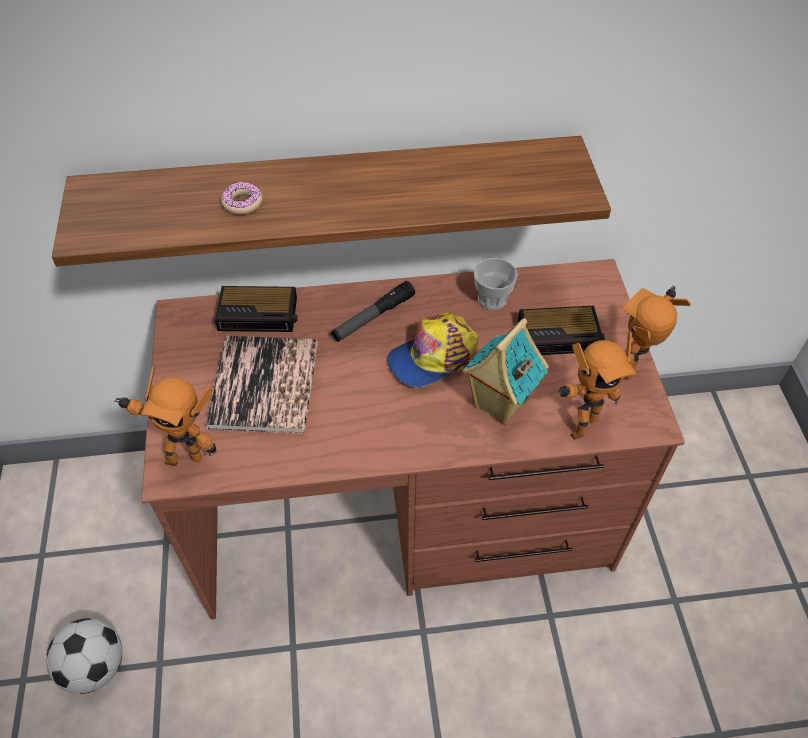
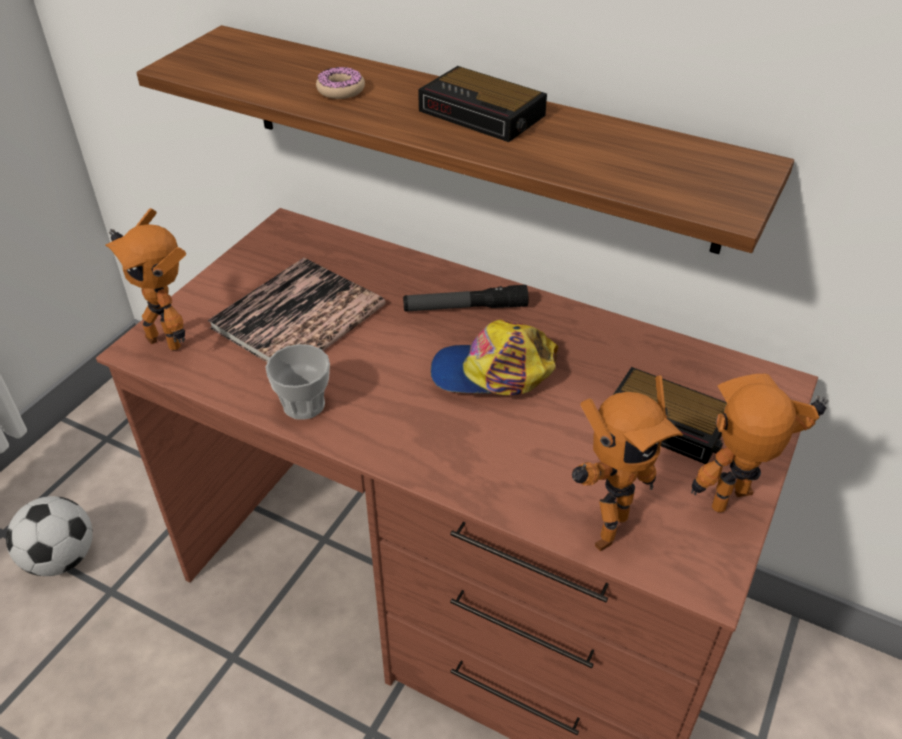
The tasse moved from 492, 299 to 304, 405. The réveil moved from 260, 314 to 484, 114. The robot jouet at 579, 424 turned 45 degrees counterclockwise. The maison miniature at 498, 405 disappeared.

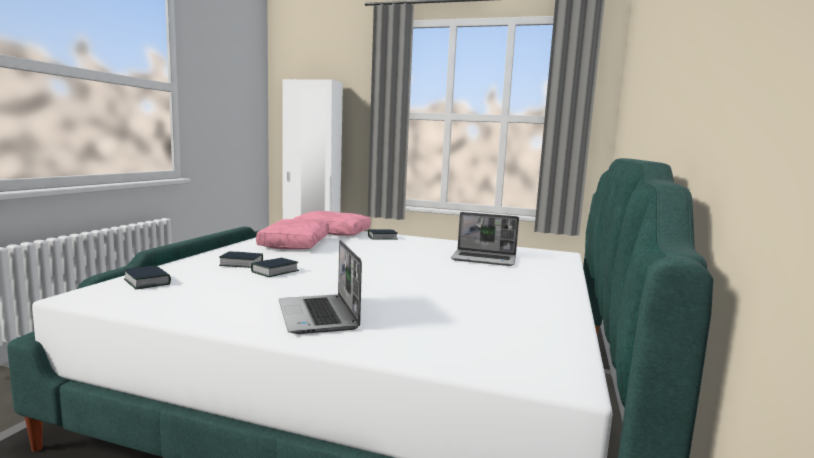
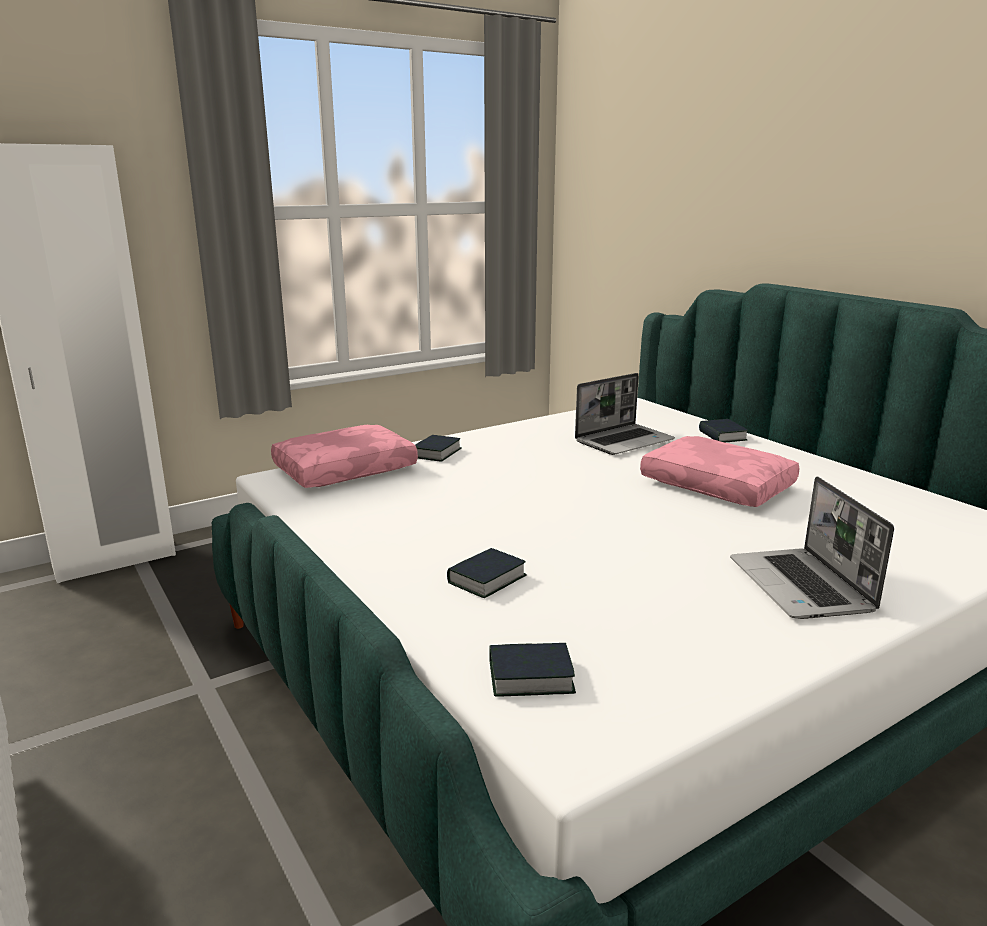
The coussin (rose) moved from 296, 244 to 719, 485. The livre moved from 275, 271 to 722, 436. The ordinateur portable at 319, 316 turned 60 degrees clockwise.

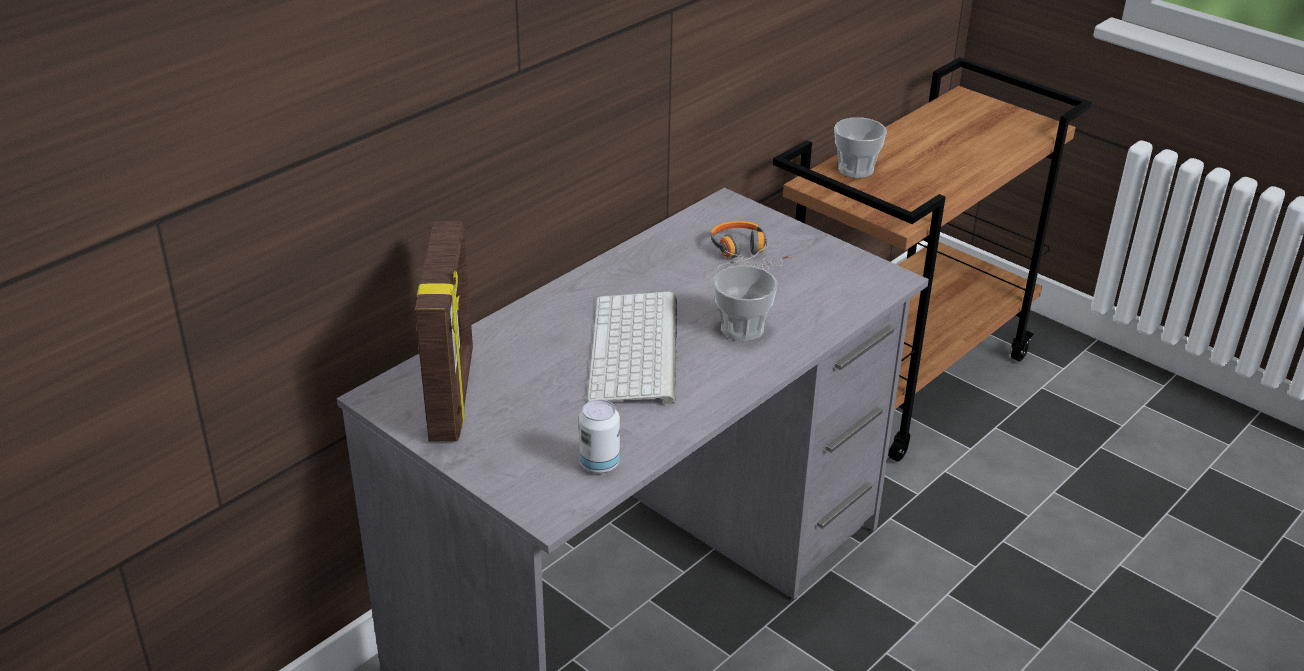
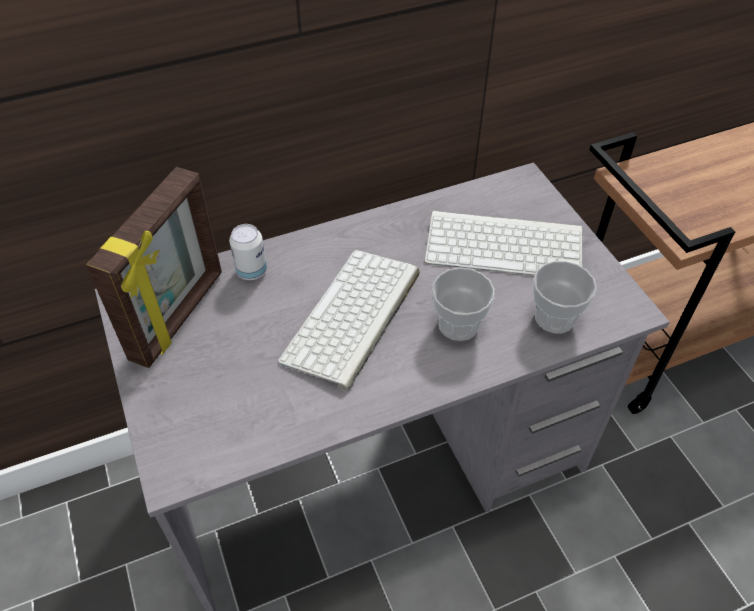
The boîte métallique moved from 599, 464 to 252, 271. The casque audio at 744, 258 was replaced by the clavier at 506, 244. The tasse moved from 855, 169 to 554, 317.

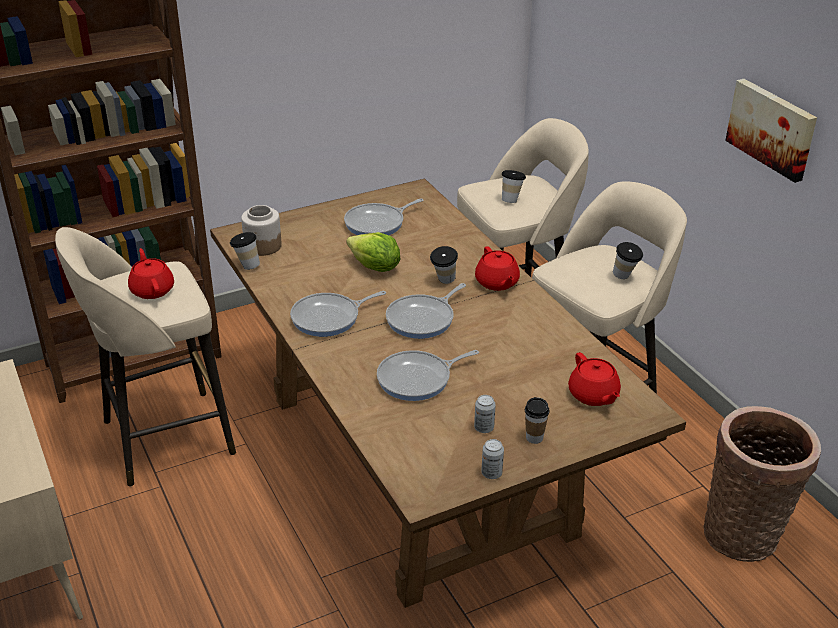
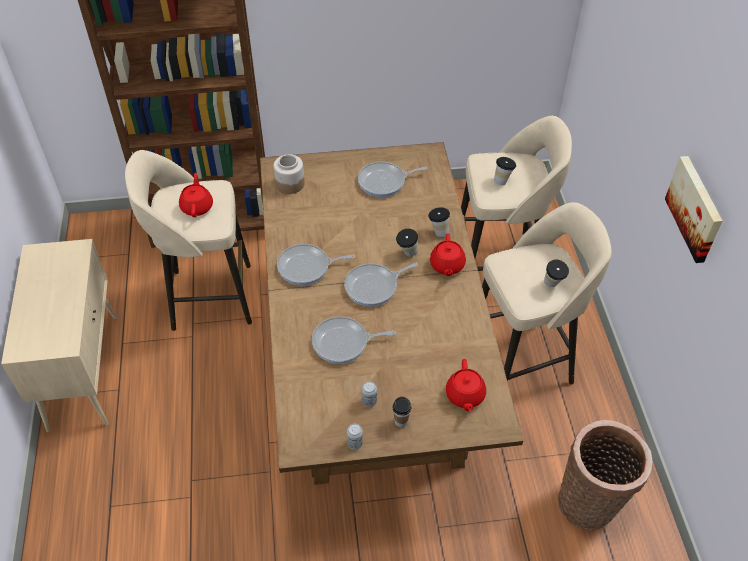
The tasse moved from 246, 265 to 438, 231. The laitue at 375, 267 disappeared.

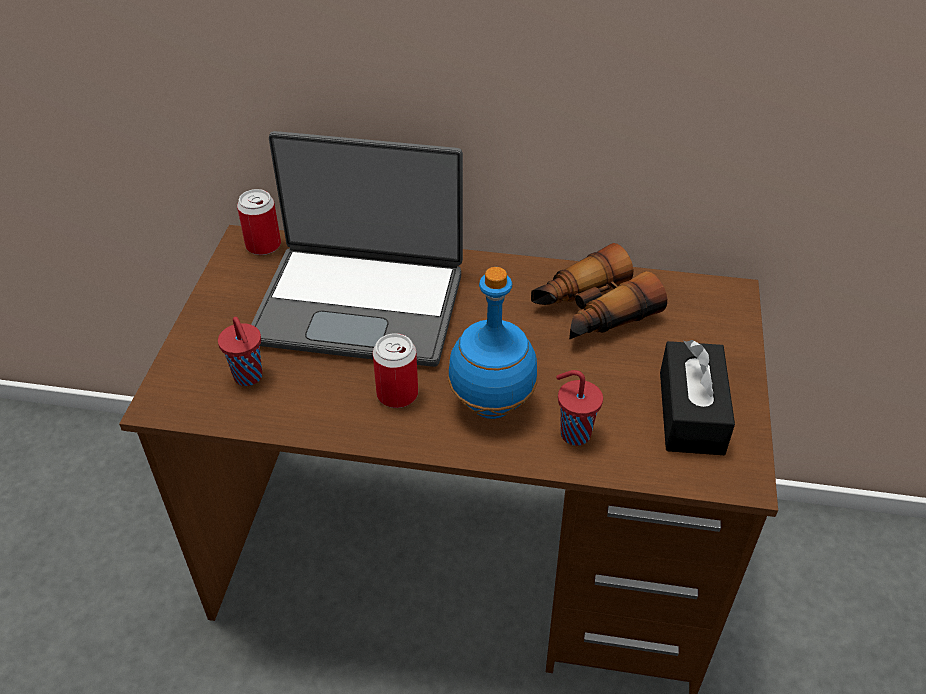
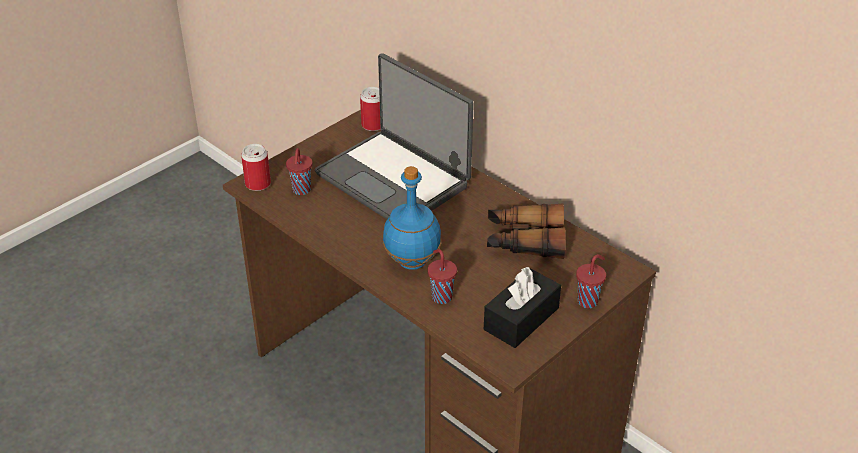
The boîte métallique moved from 397, 394 to 258, 184. The tasse (rouge) at 588, 301 appeared.

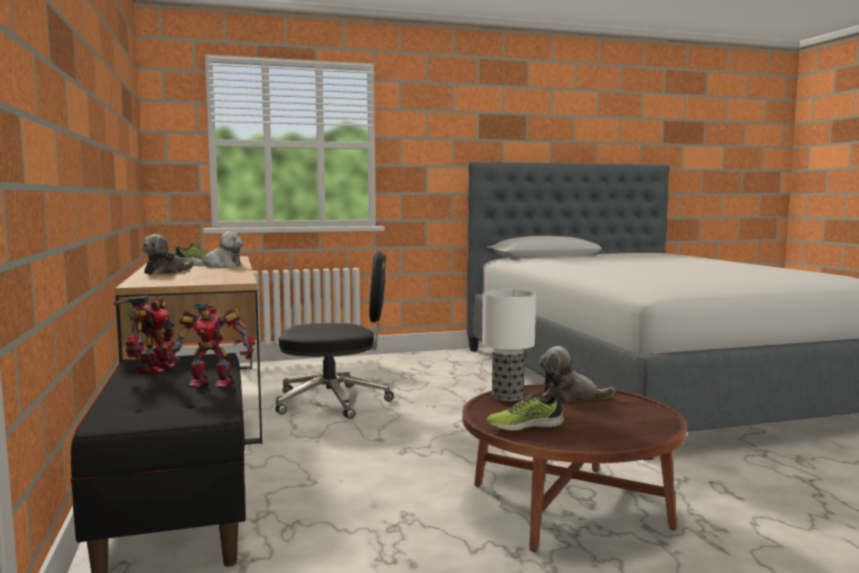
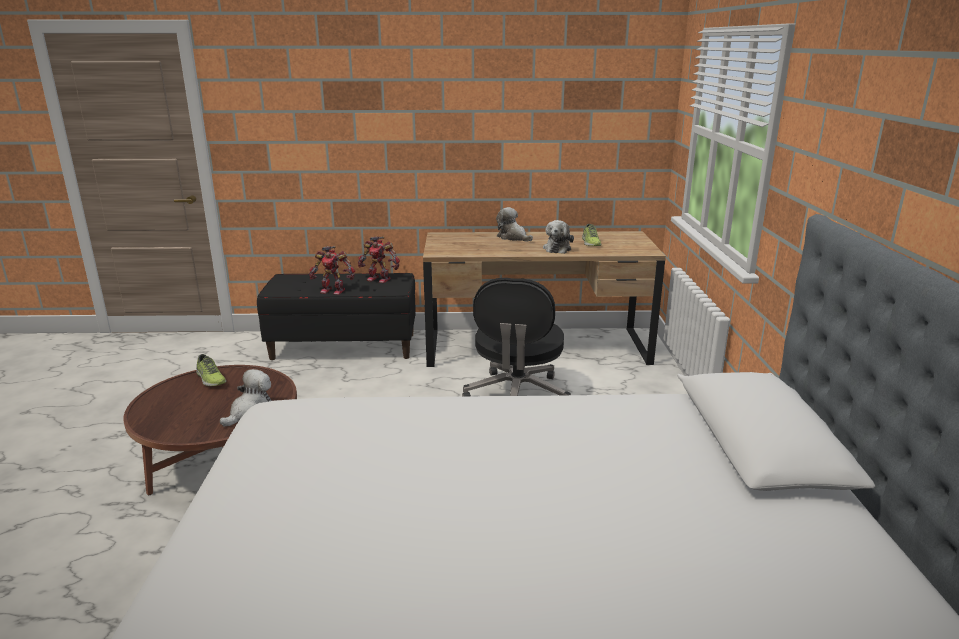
The chaussure at 524, 425 turned 135 degrees clockwise. The robot jouet at 211, 382 turned 90 degrees counterclockwise. The lampe de table at 507, 396 disappeared.

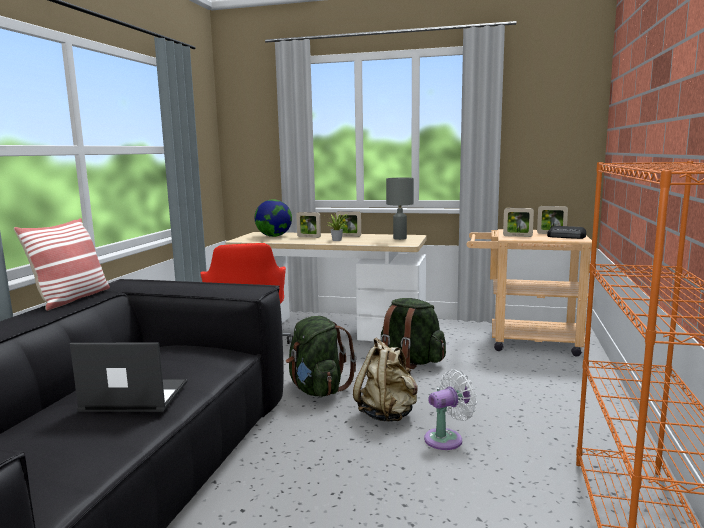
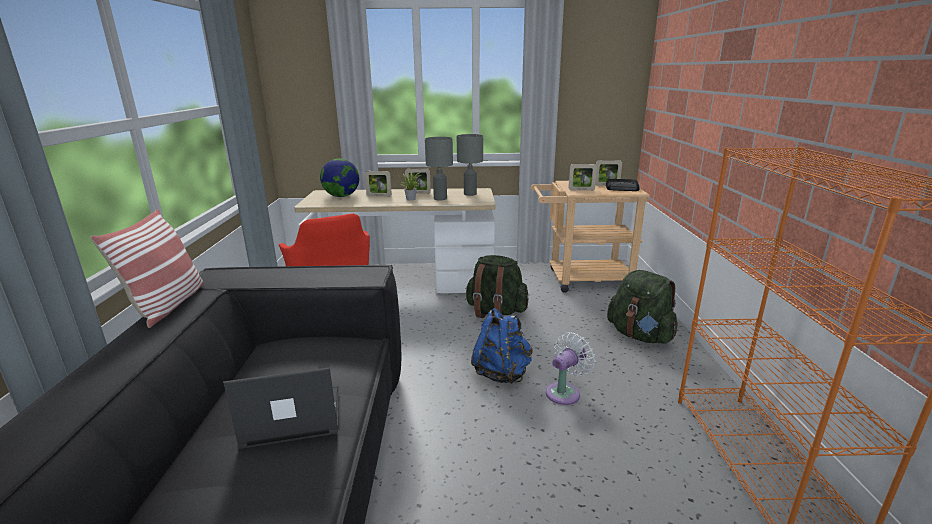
The lampe de table (gris) at 440, 198 appeared. The sac à dos (beige) at 387, 414 became the sac à dos (bleu) at 502, 373. The sac à dos (vert) moved from 317, 389 to 640, 335.

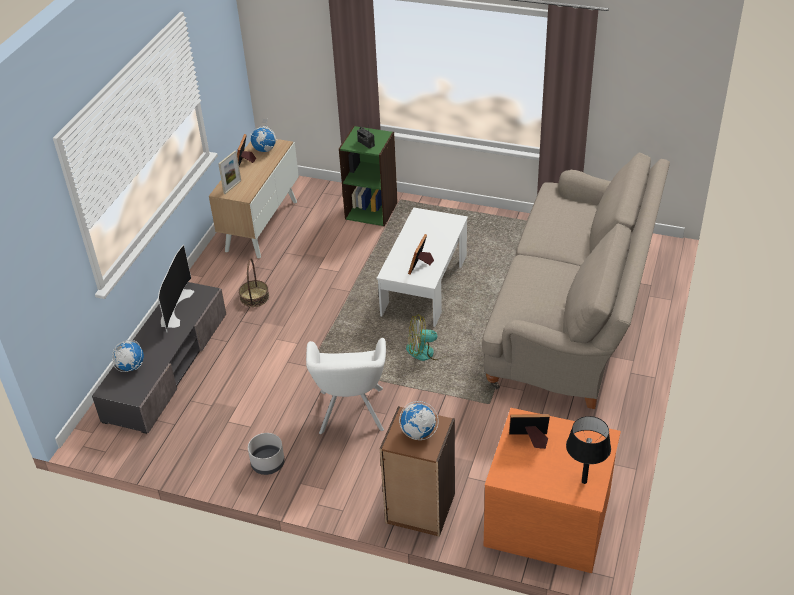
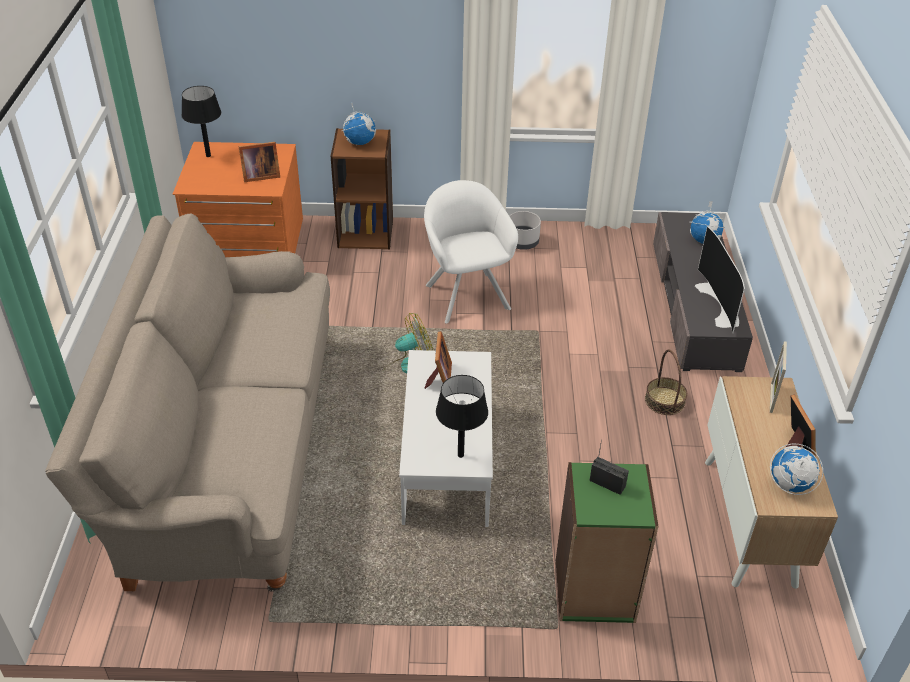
The lampe de table (noir) at 460, 455 appeared.

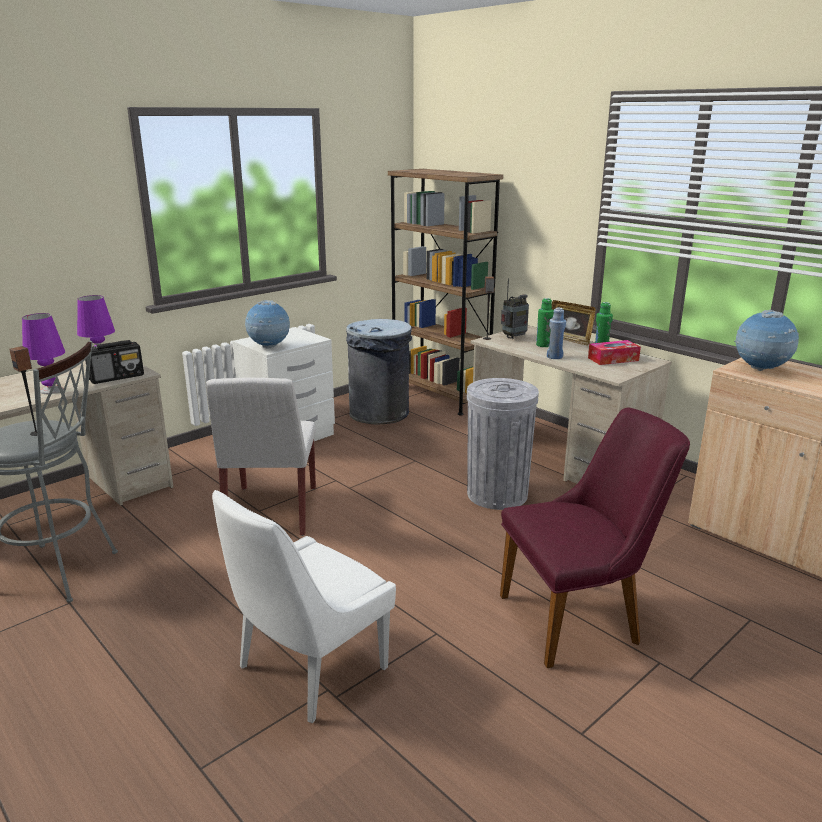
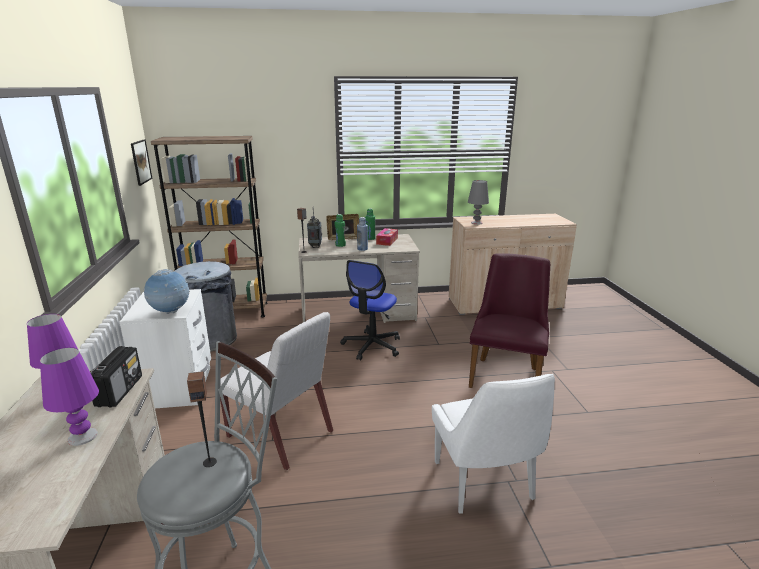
The tableau at 141, 162 appeared. The poubelle (gris) at 497, 494 was replaced by the chaise de bureau at 372, 346. The globe at 760, 370 was replaced by the lampe de table (gris) at 476, 223.

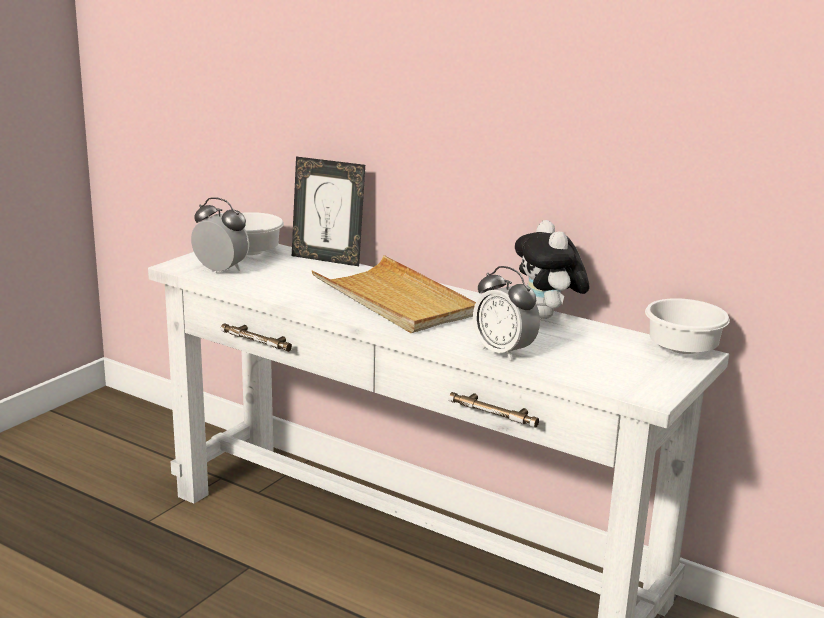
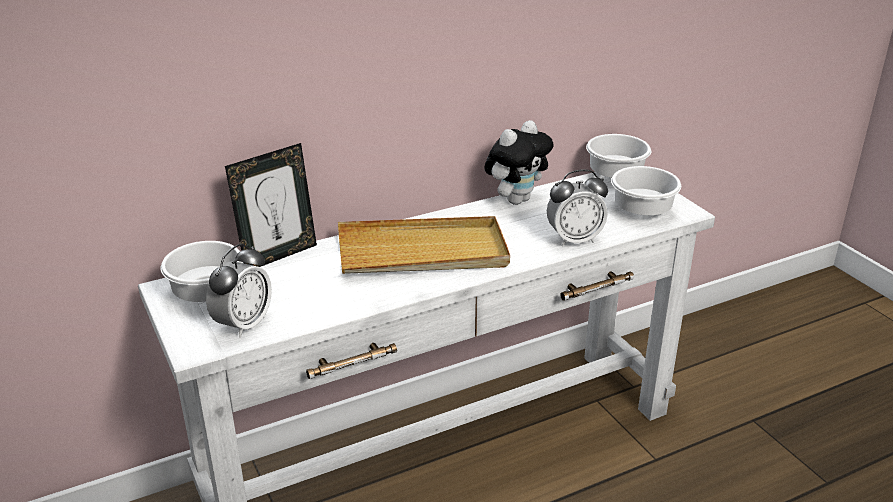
The réveil at 221, 270 turned 150 degrees clockwise. The peluche at 548, 316 turned 60 degrees counterclockwise. The bol (blanc) at 643, 209 appeared.

